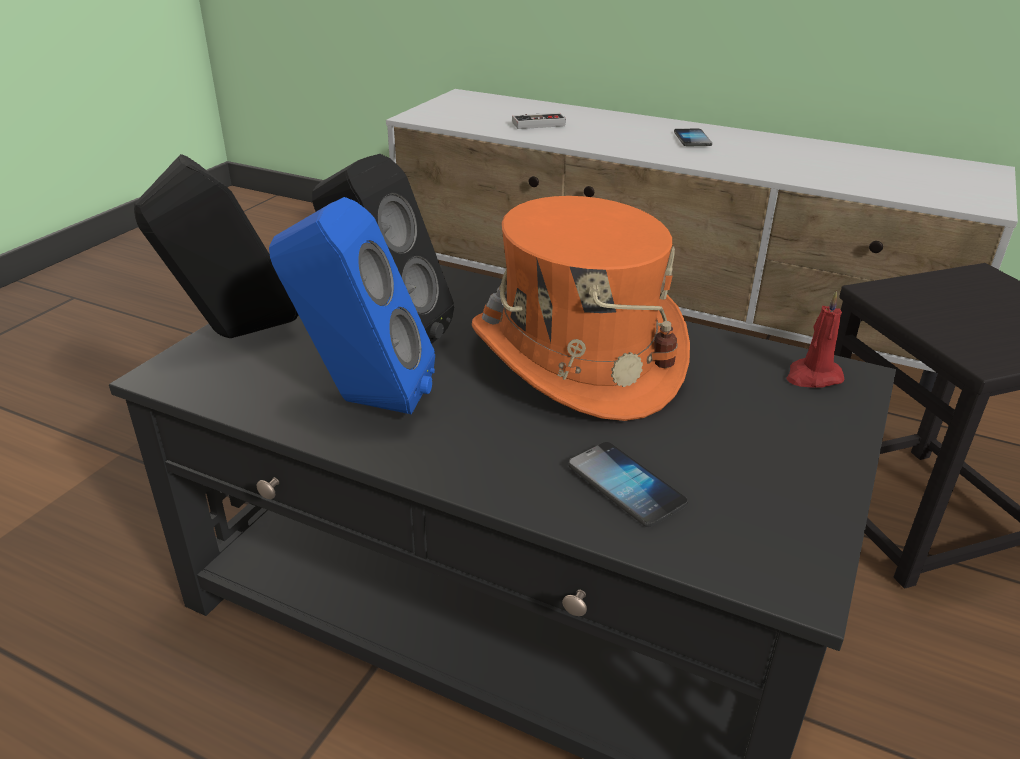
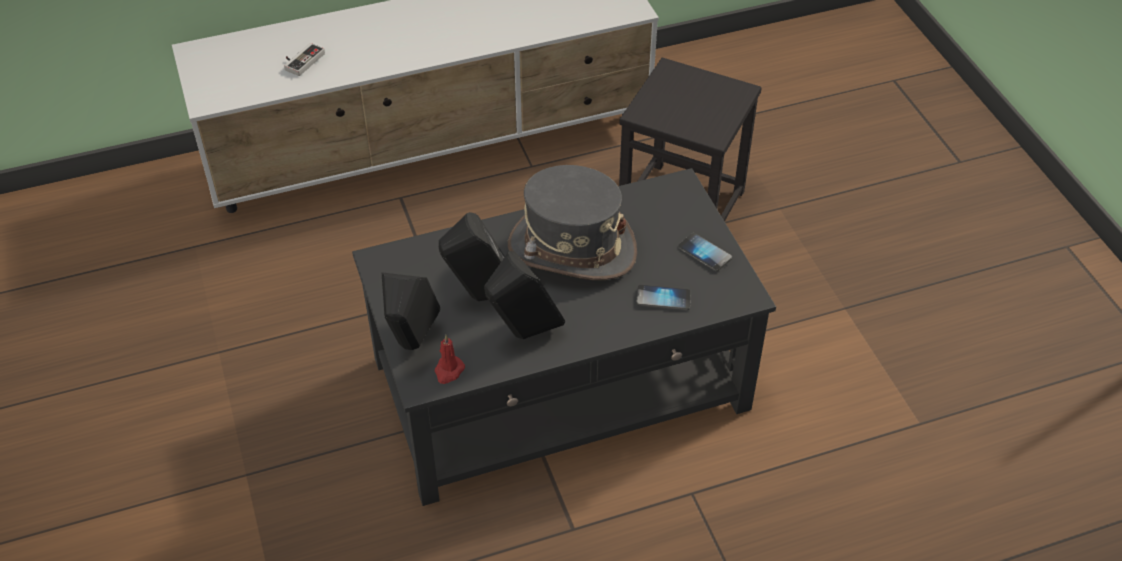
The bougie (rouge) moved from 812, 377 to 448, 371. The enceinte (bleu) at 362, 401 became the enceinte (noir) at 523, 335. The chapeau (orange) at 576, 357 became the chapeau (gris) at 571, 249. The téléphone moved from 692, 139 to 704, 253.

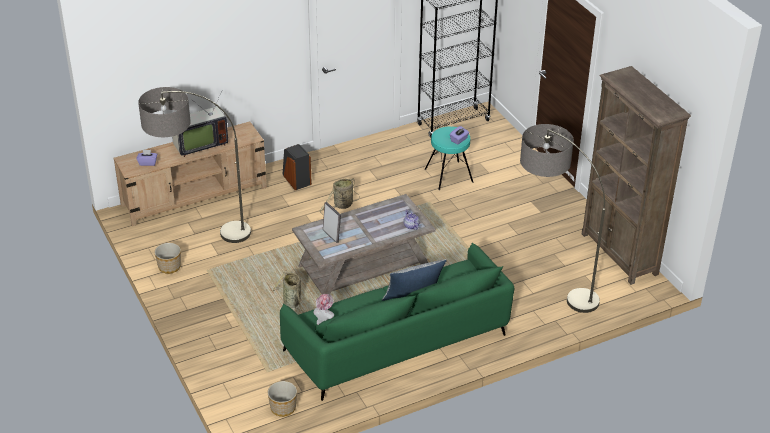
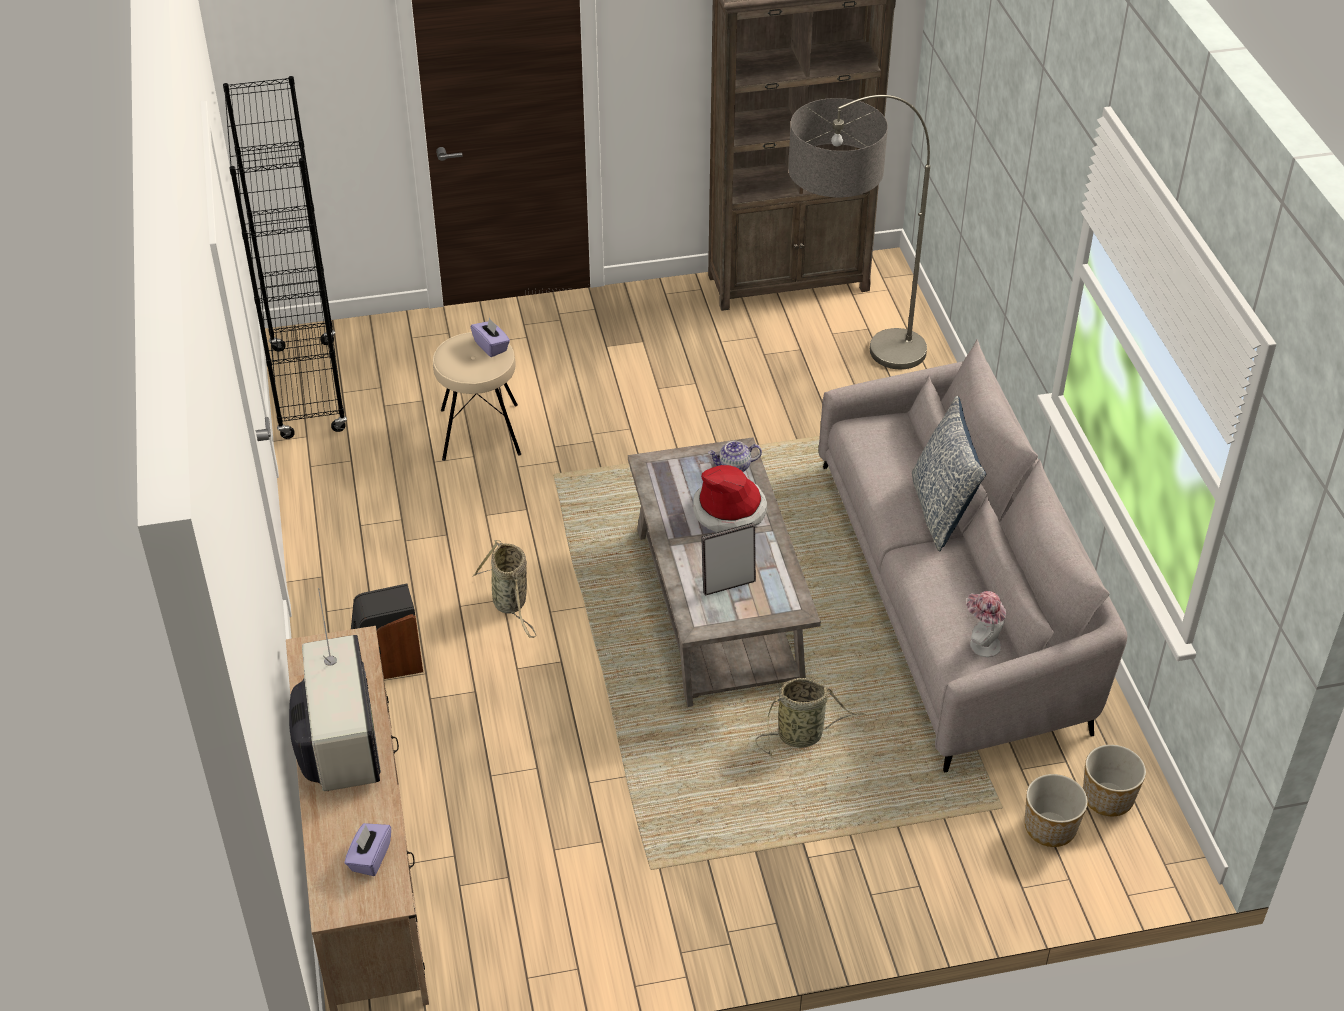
The tabouret (turquoise) at 449, 175 became the tabouret (beige) at 481, 431. The chapeau at 729, 510 appeared. The canapé (vert) at 399, 343 became the canapé (gris) at 954, 597. The cache-pot moved from 169, 267 to 1049, 828. The lampadaire at 198, 236 disappeared.

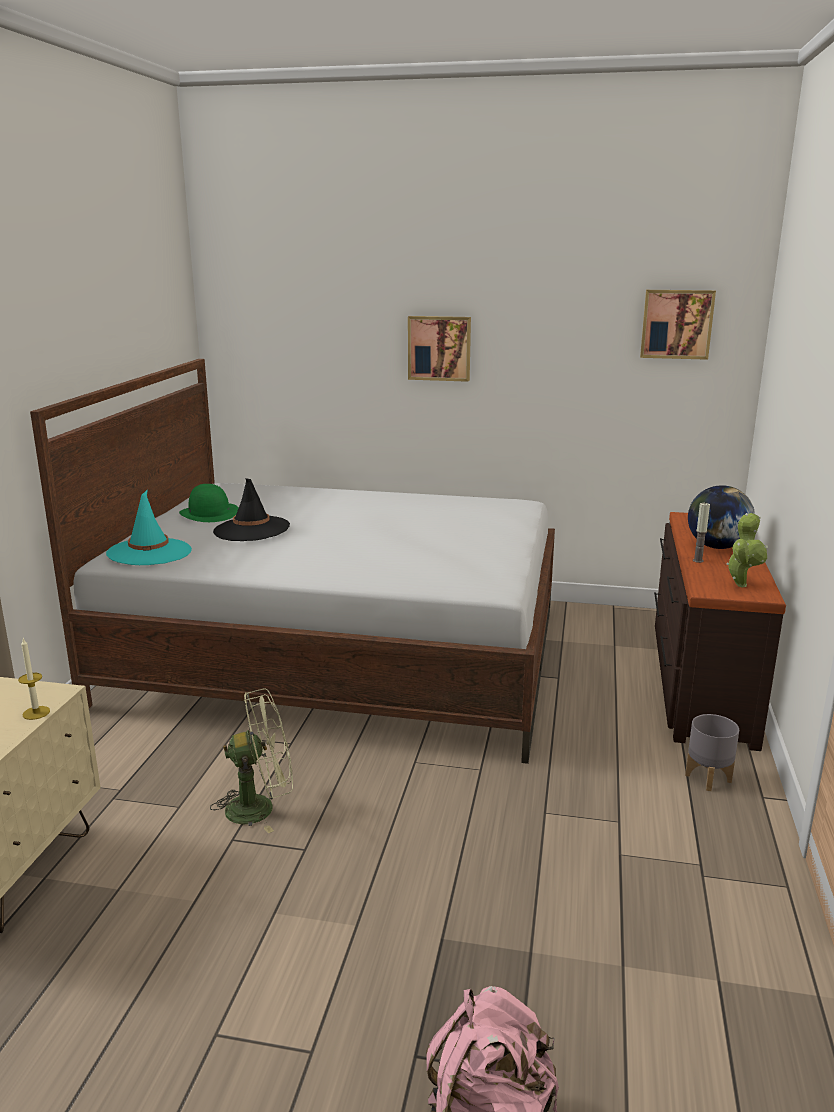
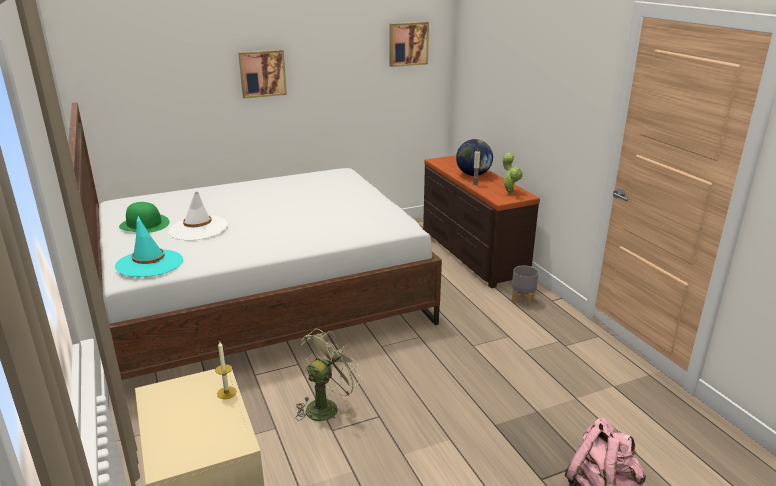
The chapeau (noir) at 251, 529 became the chapeau (blanc) at 198, 228.

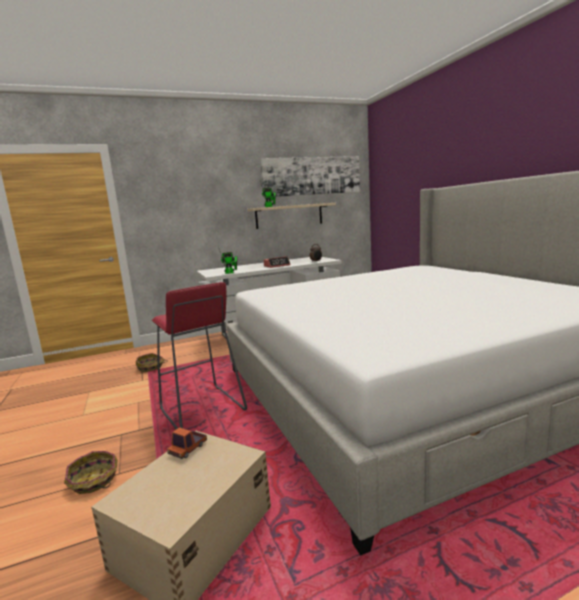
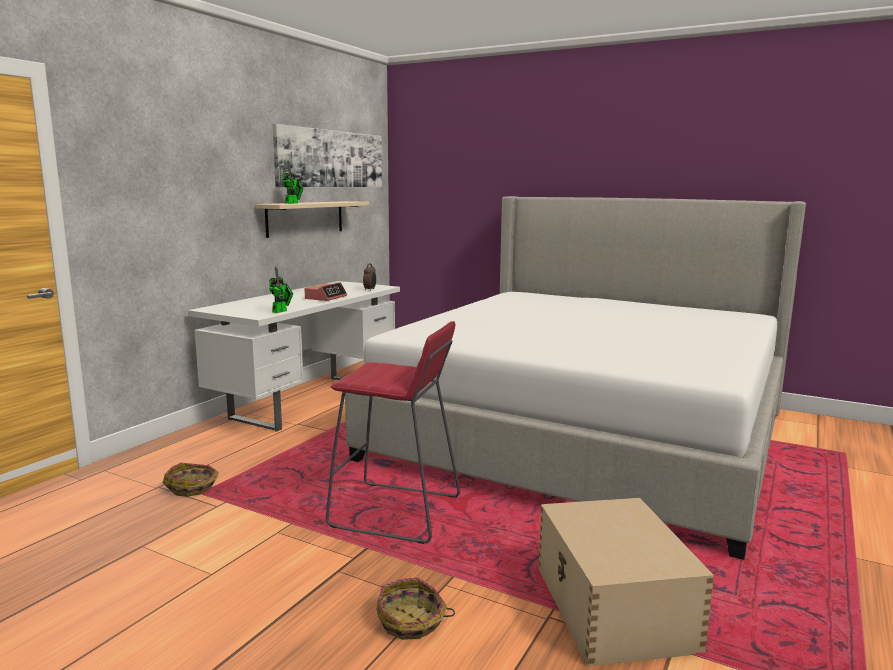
The camion jouet at 188, 449 disappeared.

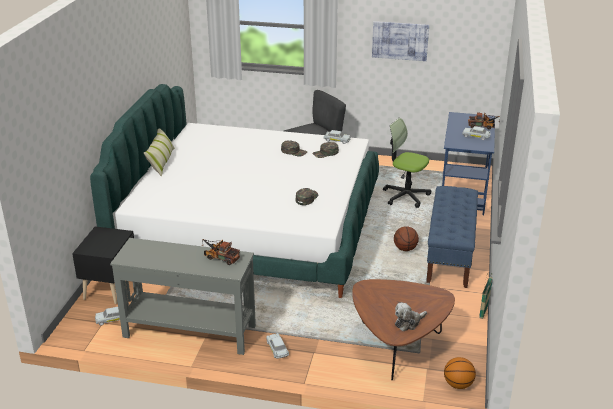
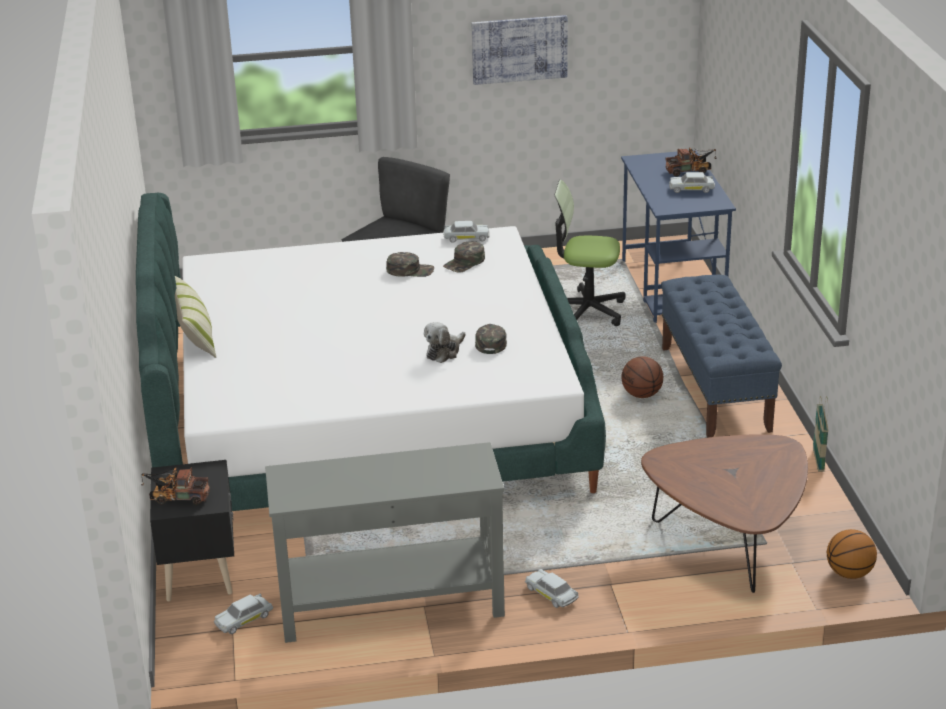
The camion jouet moved from 220, 257 to 176, 497. The peluche moved from 408, 322 to 444, 352.

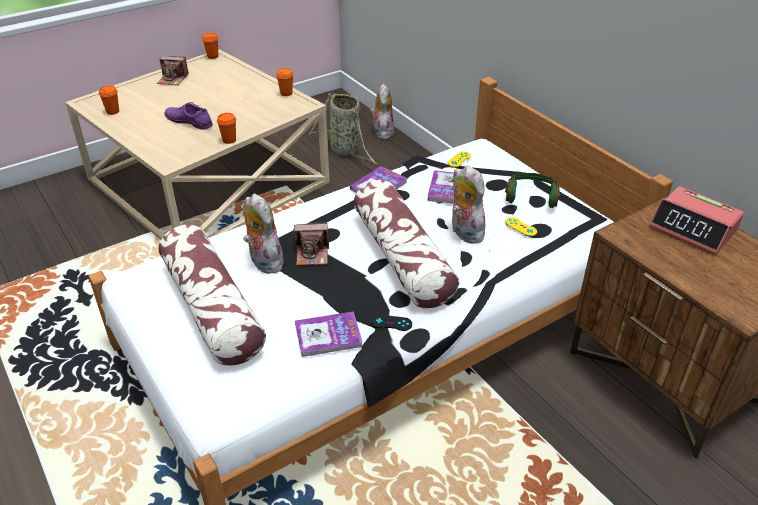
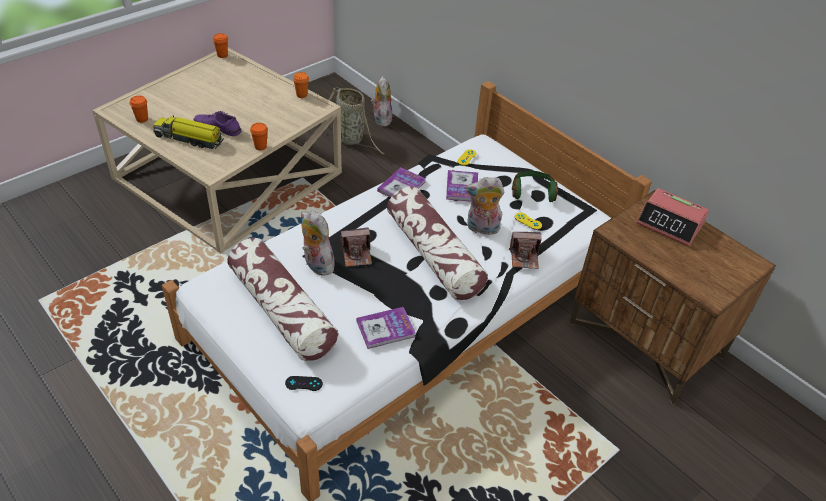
The camion jouet at 189, 139 appeared. The manette (noir) moved from 391, 323 to 304, 383. The peluche at 464, 233 turned 45 degrees counterclockwise. The appareil photo moved from 173, 79 to 524, 258.

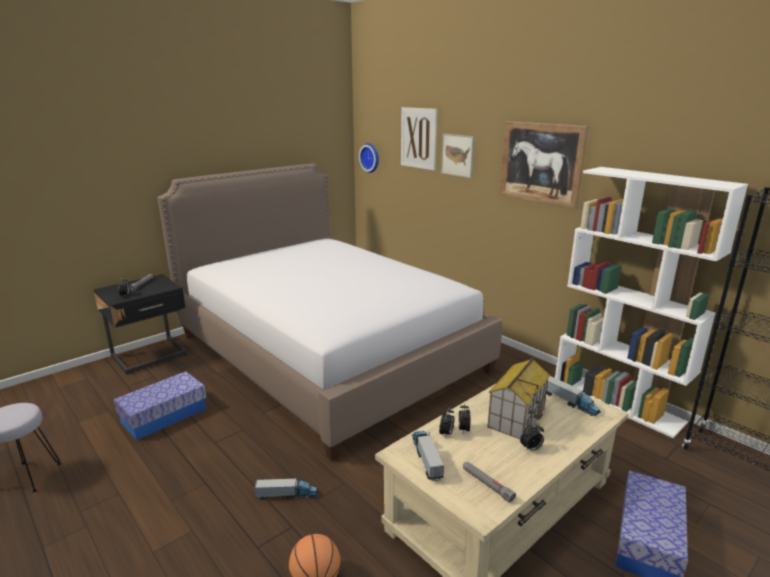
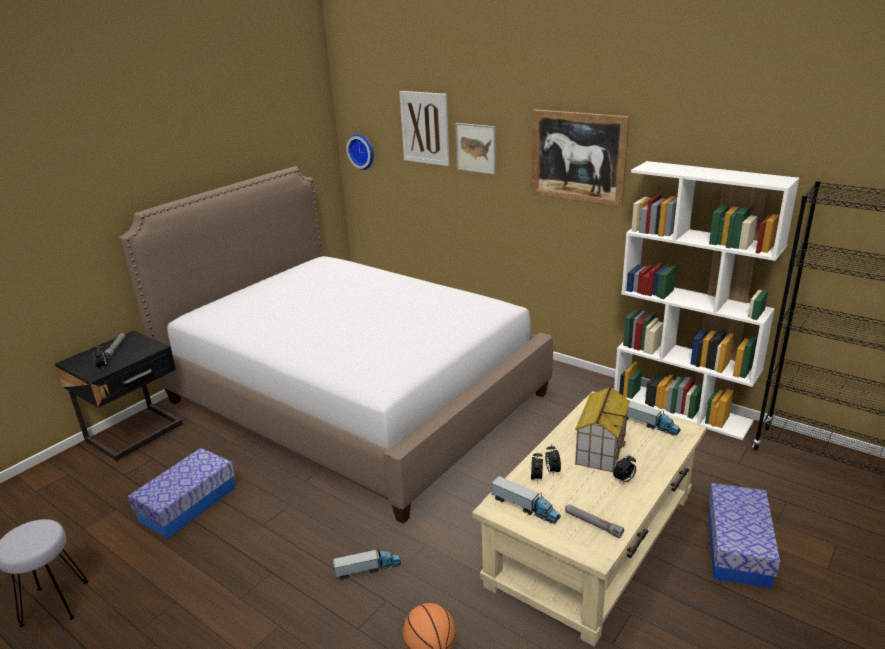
The camion jouet at 426, 458 turned 150 degrees clockwise.

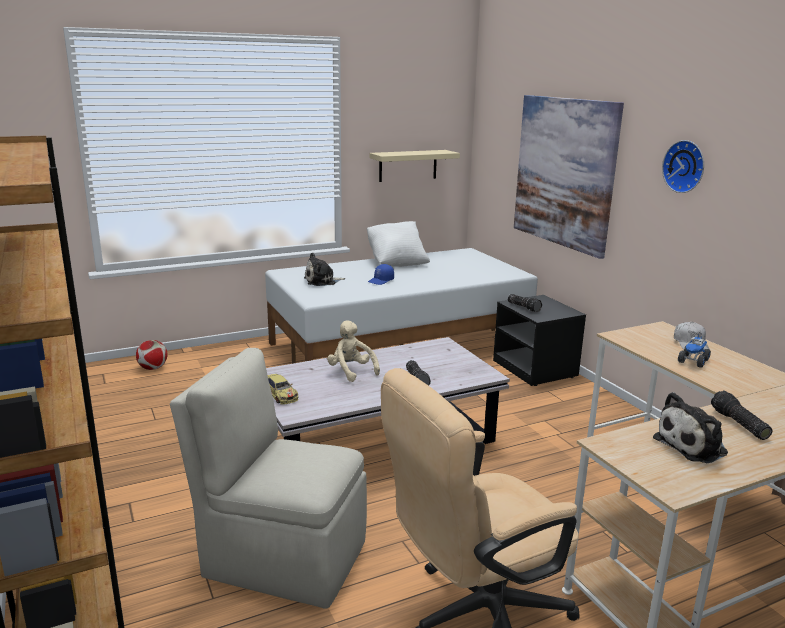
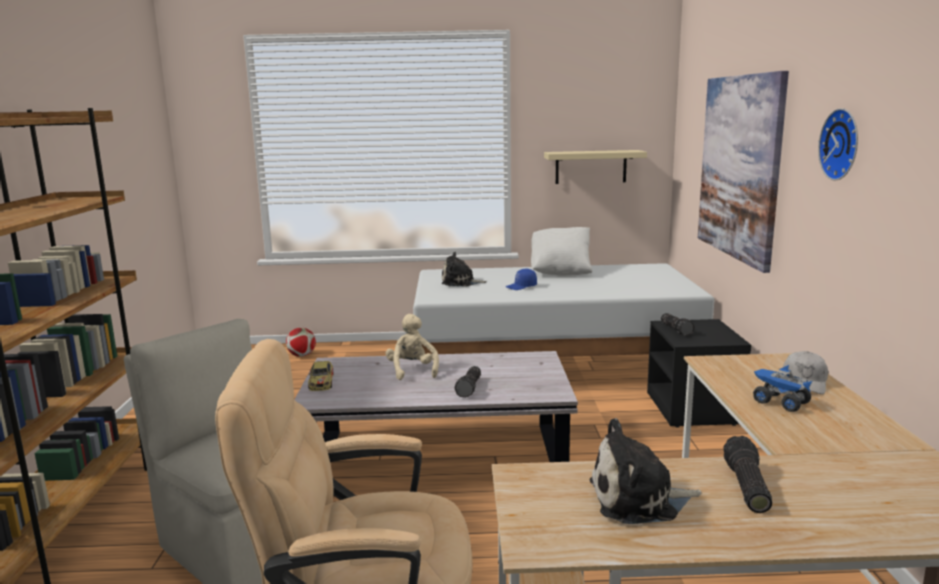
The camion jouet at 693, 361 turned 75 degrees clockwise.

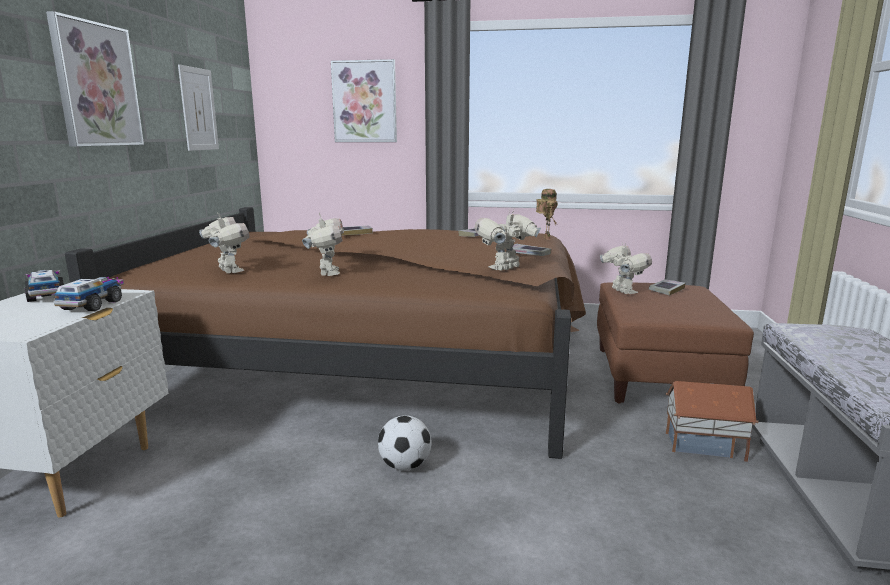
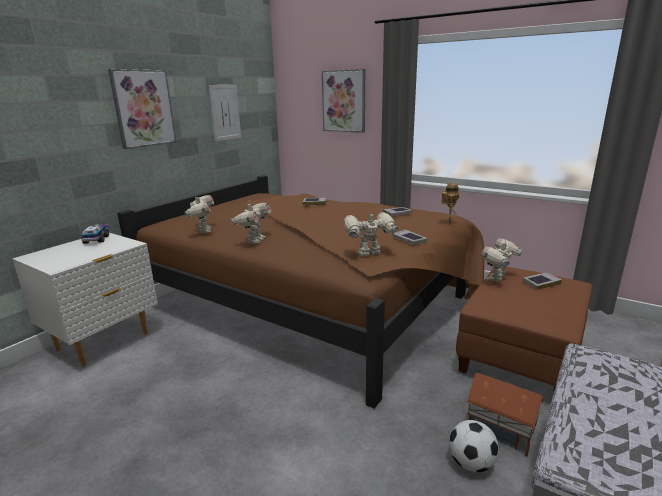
The ballon de foot moved from 405, 466 to 471, 463. The robot jouet at 622, 291 turned 150 degrees counterclockwise. The camion jouet at 93, 304 disappeared.

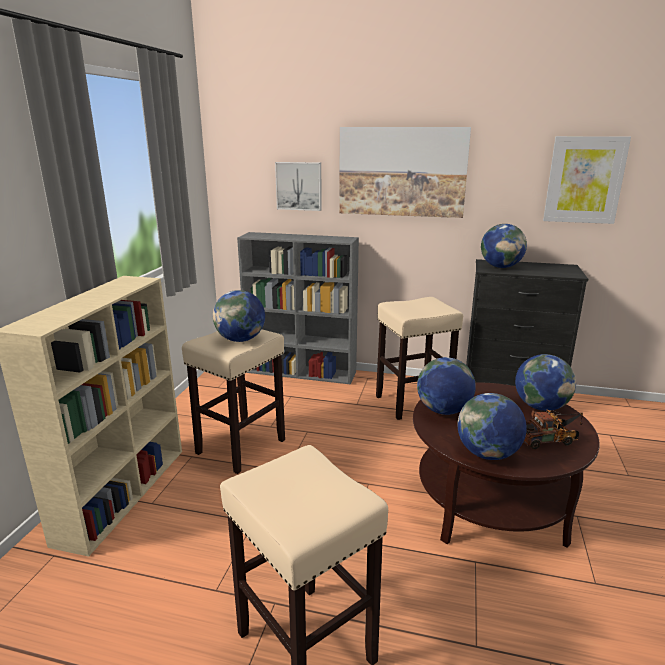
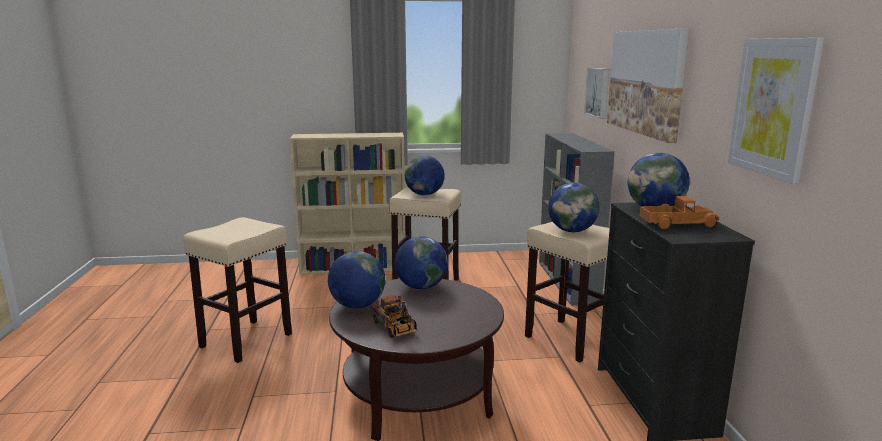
The globe moved from 540, 406 to 572, 231. The camion jouet at 676, 224 appeared.

